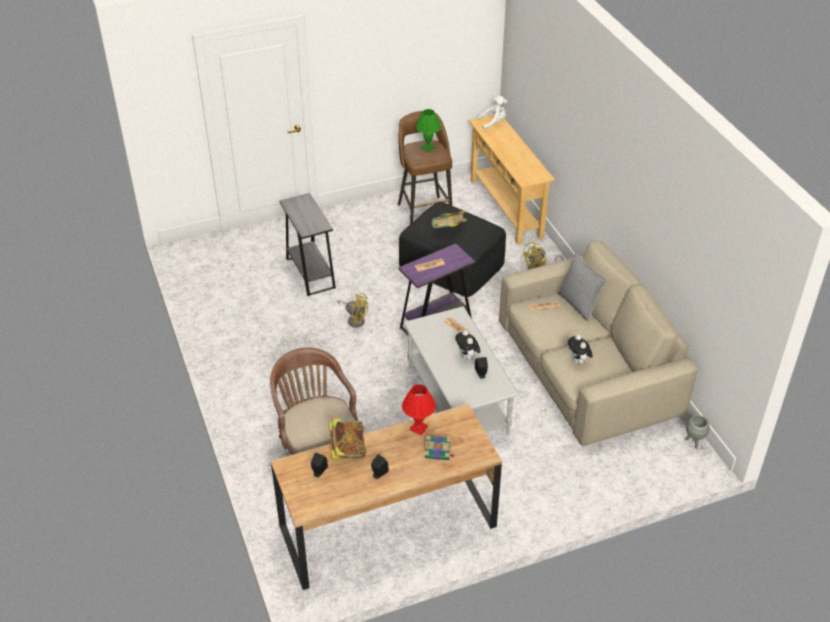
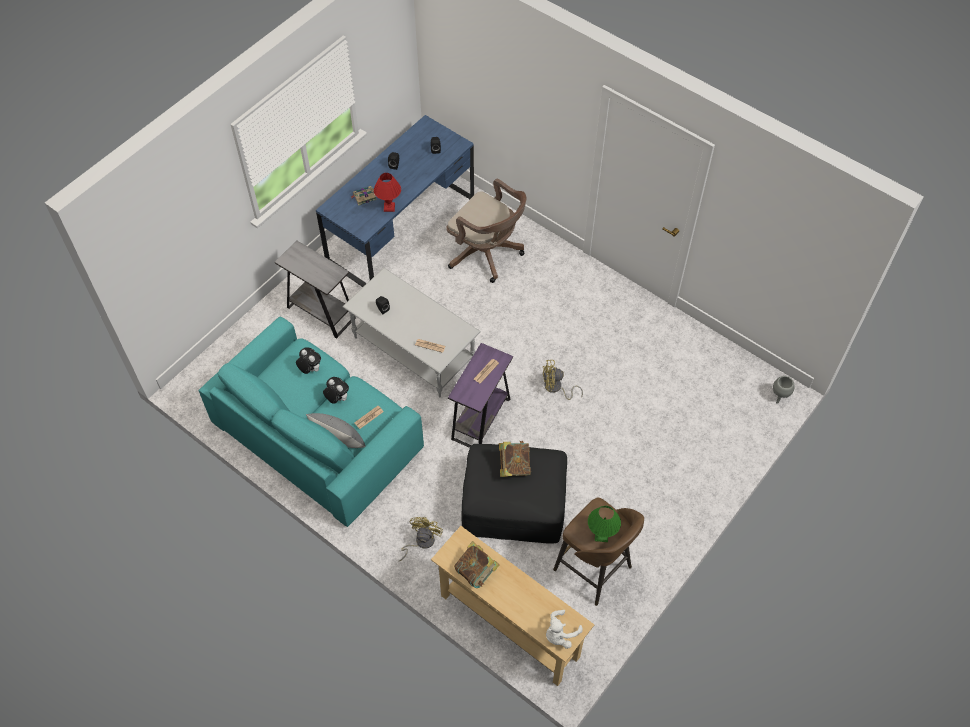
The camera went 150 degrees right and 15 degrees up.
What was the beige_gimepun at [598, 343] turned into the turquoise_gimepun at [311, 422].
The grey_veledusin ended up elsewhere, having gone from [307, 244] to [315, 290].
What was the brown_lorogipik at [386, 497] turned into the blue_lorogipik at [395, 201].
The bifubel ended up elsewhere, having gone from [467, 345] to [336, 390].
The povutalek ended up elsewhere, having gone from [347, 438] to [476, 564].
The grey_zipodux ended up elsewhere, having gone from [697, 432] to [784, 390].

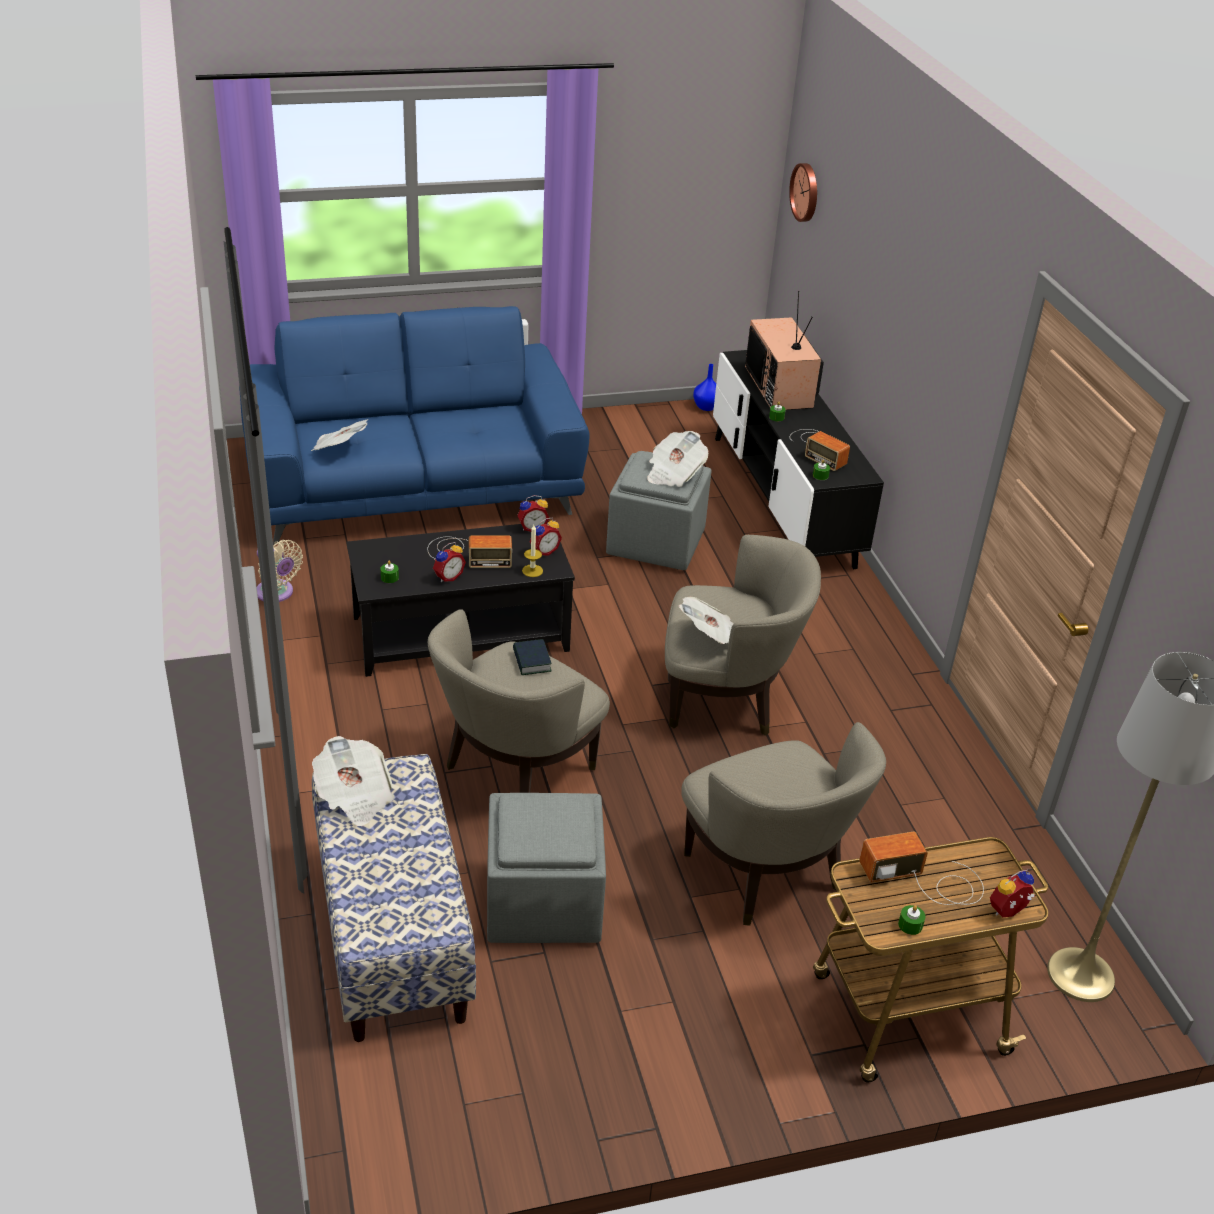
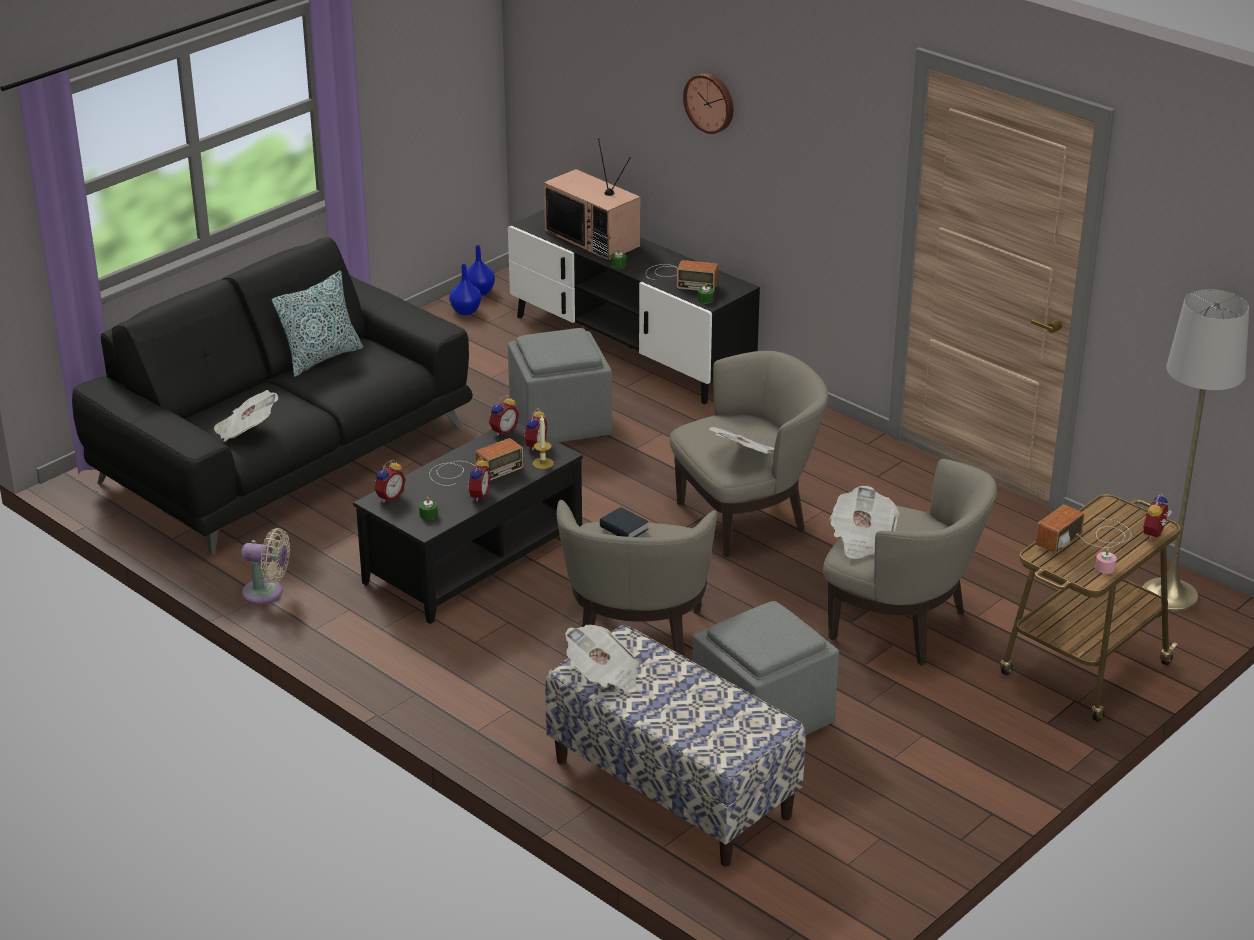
The camera went 30 degrees left and 5 degrees down.
What was the blue_gimepun at [414, 425] turned into the black_gimepun at [272, 396].
The second view gained the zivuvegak at [317, 324].
The second view gained the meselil at [390, 481].
The second view gained the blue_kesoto at [465, 289].
The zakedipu ended up elsewhere, having gone from [803, 192] to [708, 103].
The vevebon ended up elsewhere, having gone from [677, 459] to [864, 522].
What was the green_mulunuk at [912, 920] turned into the pink_mulunuk at [1106, 561].

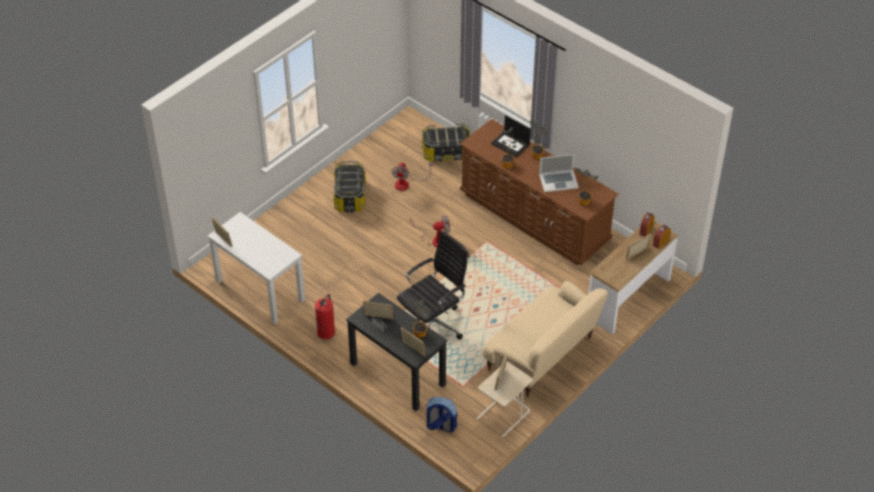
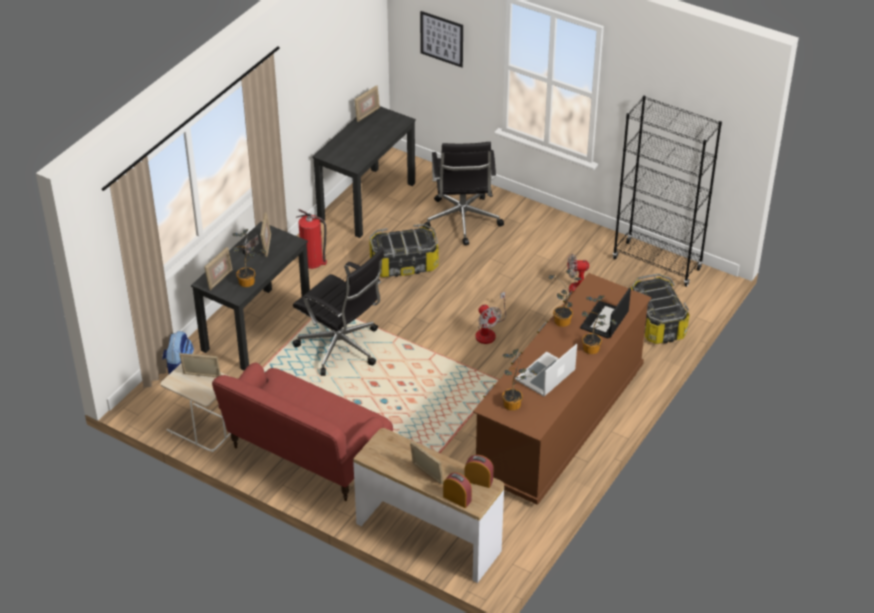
The camera went 80 degrees right and 5 degrees down.
What was the beige_gimepun at [545, 339] turned into the red_gimepun at [302, 432].
What was the white_lorogipik at [256, 268] turned into the black_lorogipik at [364, 172].
The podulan ended up elsewhere, having gone from [349, 187] to [403, 250].
The second view gained the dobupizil at [441, 39].
The second view gained the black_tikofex at [463, 193].
The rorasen at [559, 173] ended up facing another way, 60 degrees clockwise from before.
The second view gained the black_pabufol at [667, 191].

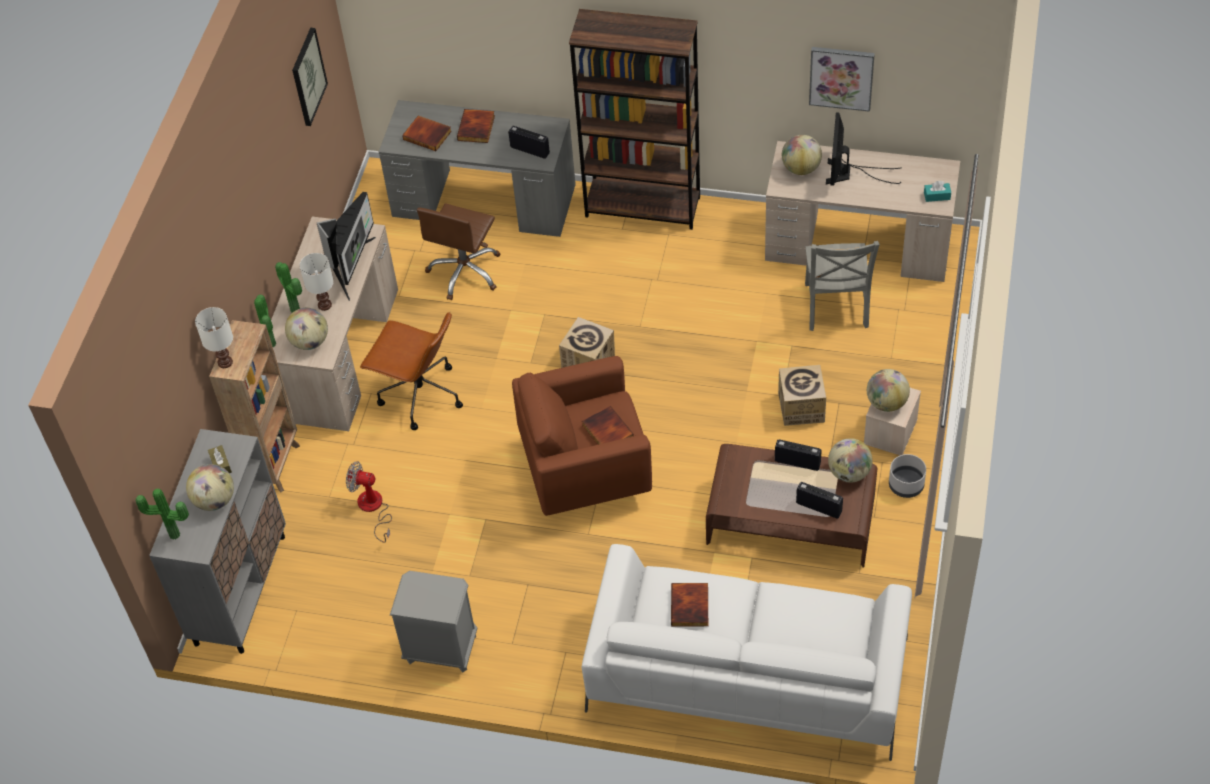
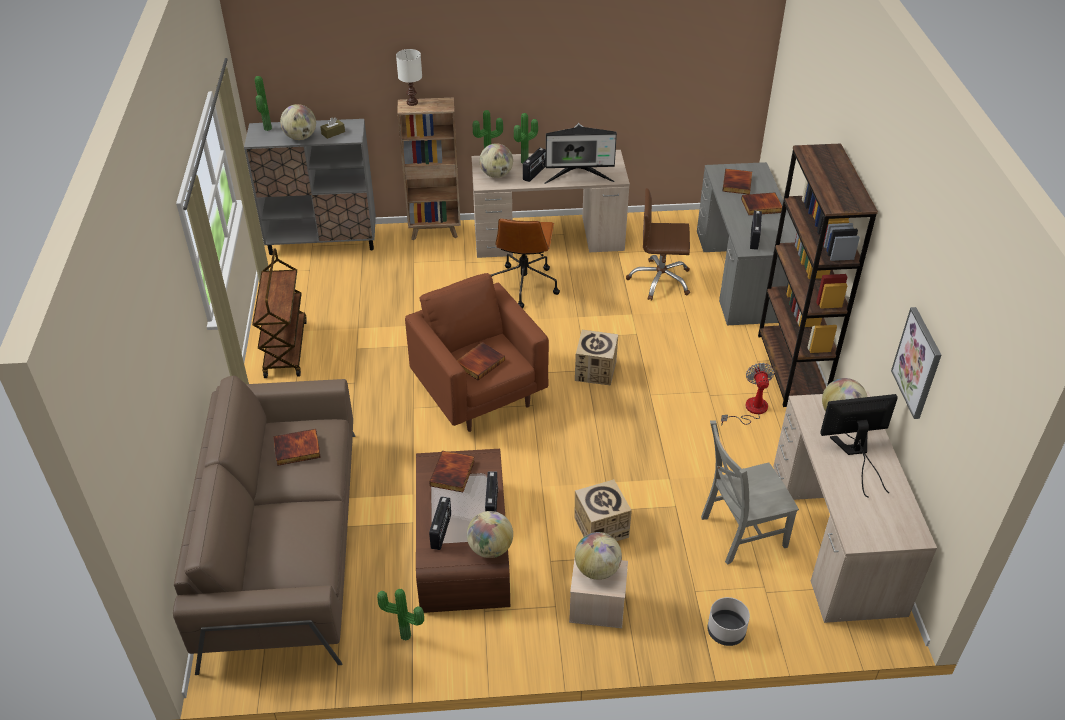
The camera went 70 degrees right and 10 degrees down.
What was the white_gimepun at [747, 652] turned into the brown_gimepun at [264, 525].
Where the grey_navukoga stood at [433, 622], the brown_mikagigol came to stand at [279, 313].
The second view gained the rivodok at [400, 615].
The second view gained the povutalek at [452, 471].
Where the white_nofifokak stood at [317, 282], the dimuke came to stand at [534, 165].
The grey_zipodux ended up elsewhere, having gone from [907, 476] to [728, 621].
The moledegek ended up elsewhere, having gone from [369, 502] to [748, 394].
The second view lost the dobupizil at [310, 77].
The second view lost the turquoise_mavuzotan at [937, 191].

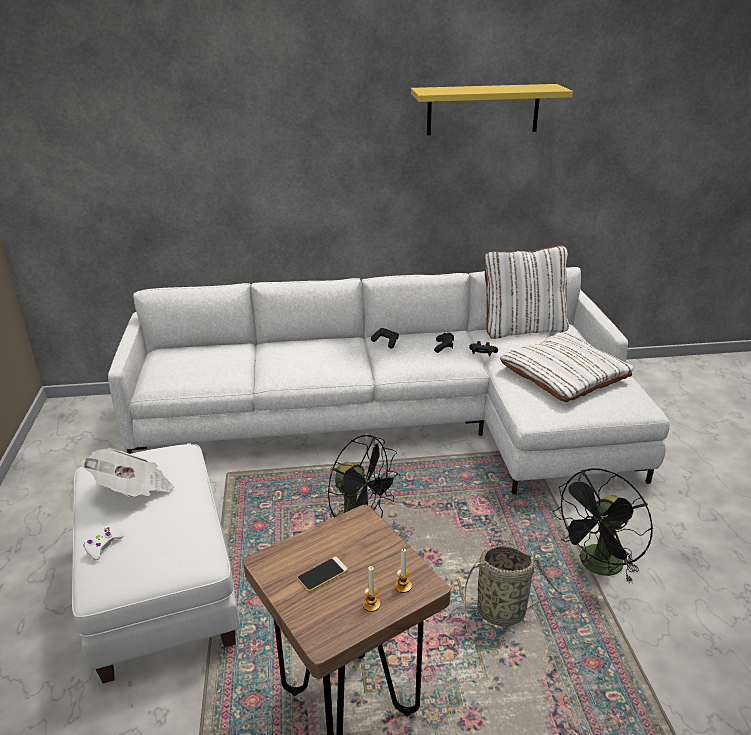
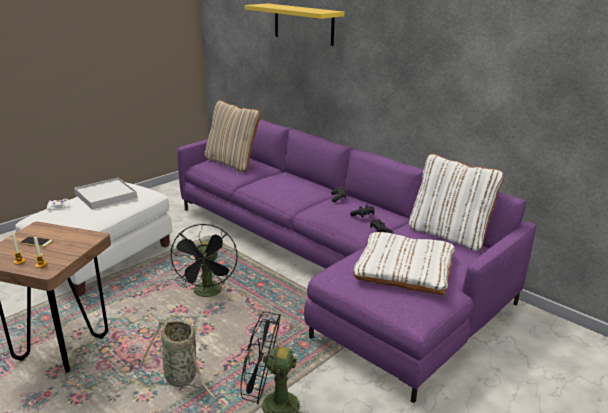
The camera went 50 degrees right and 5 degrees down.
Where the vevebon stood at [127, 472], the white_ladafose came to stand at [105, 193].
What was the white_gimepun at [389, 381] turned into the purple_gimepun at [356, 261].
The second view gained the beige_zivuvegak at [233, 136].
The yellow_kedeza ended up elsewhere, having gone from [492, 109] to [294, 24].

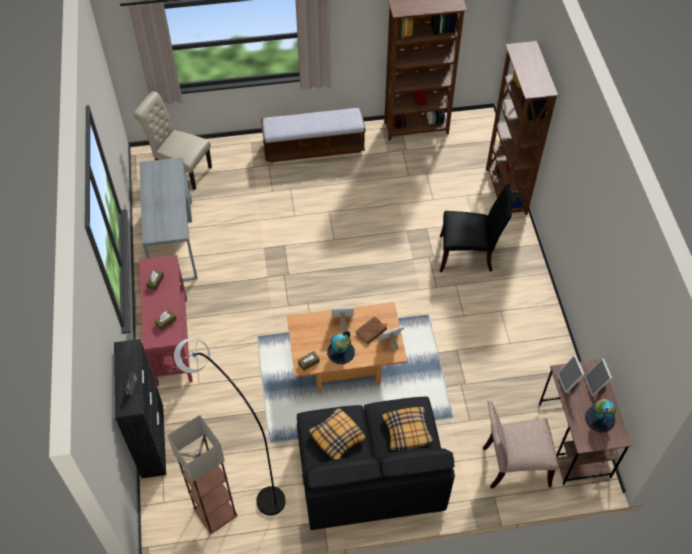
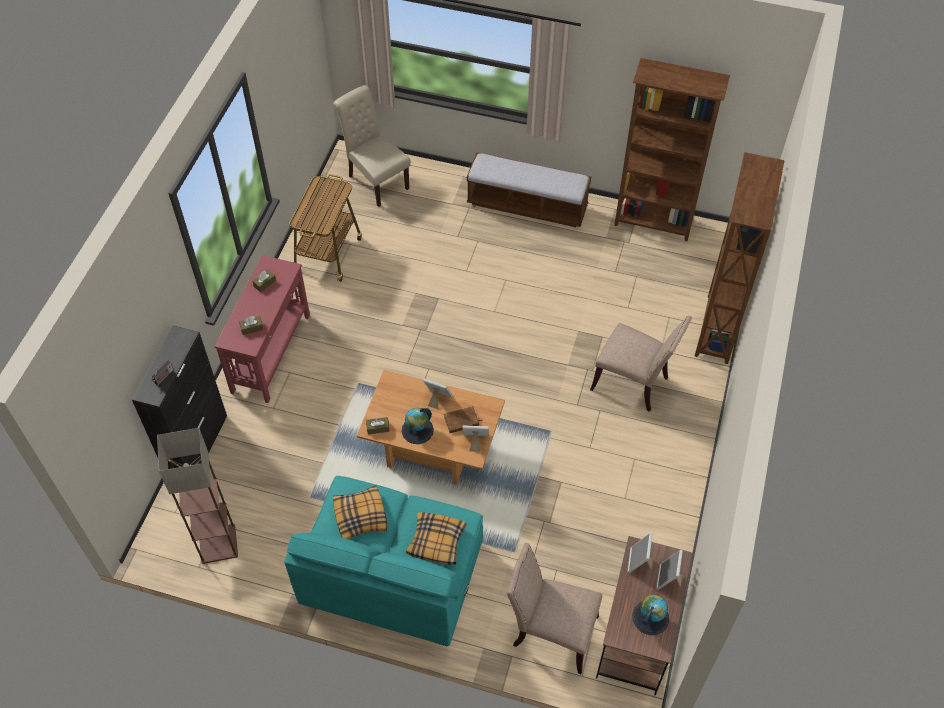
The camera went 25 degrees right and 0 degrees up.
What was the black_gimepun at [376, 463] turned into the turquoise_gimepun at [383, 561].
Where the grey_lorogipik stood at [168, 219], the mikagigol came to stand at [325, 227].
What was the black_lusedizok at [476, 228] turned into the beige_lusedizok at [641, 364].
The second view lost the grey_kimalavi at [230, 426].

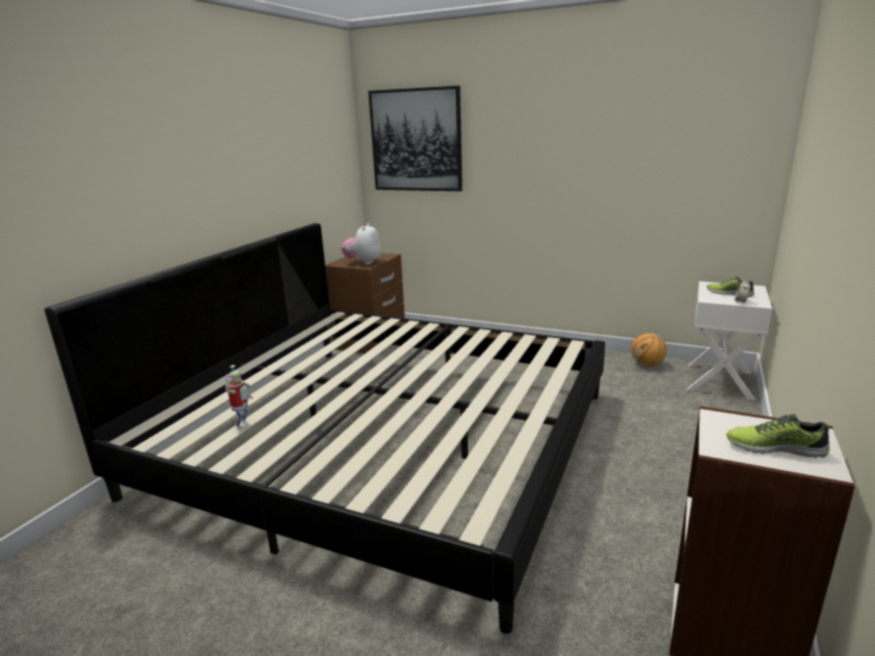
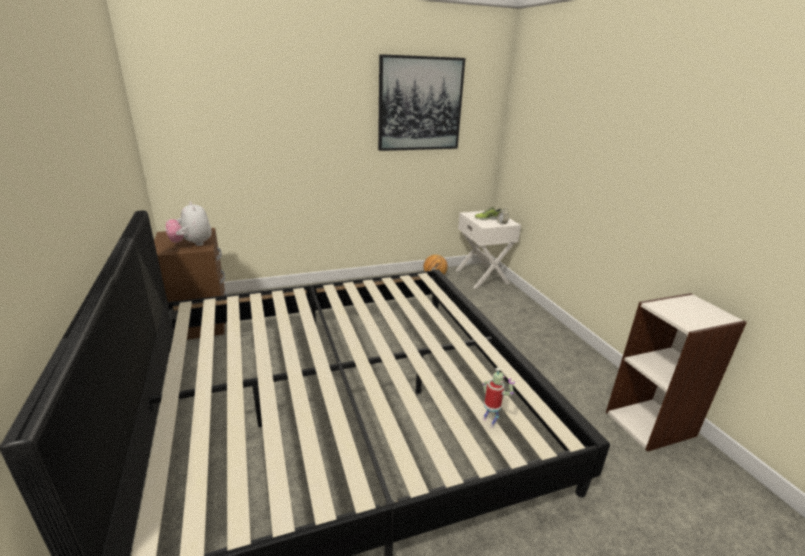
The camera went 45 degrees left and 5 degrees up.
The dobupizil ended up elsewhere, having gone from [415, 138] to [421, 102].
The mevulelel ended up elsewhere, having gone from [239, 397] to [499, 397].
The second view lost the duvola at [778, 436].

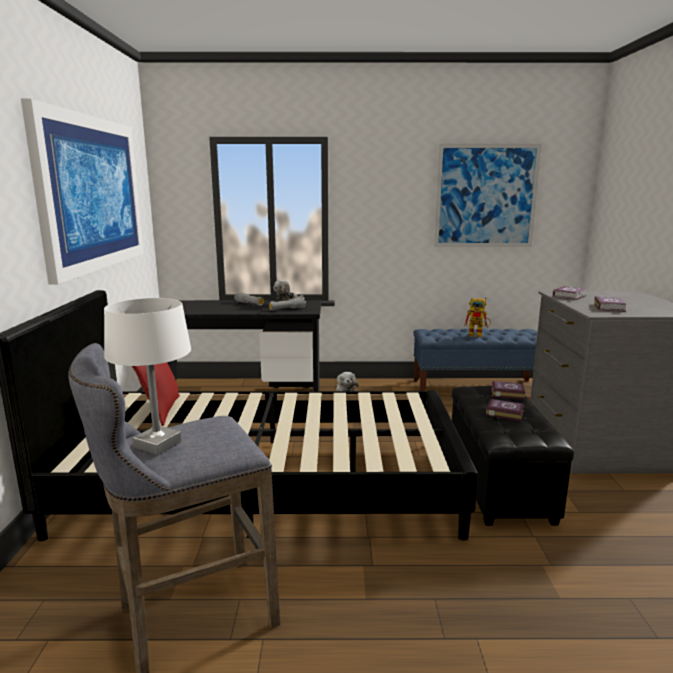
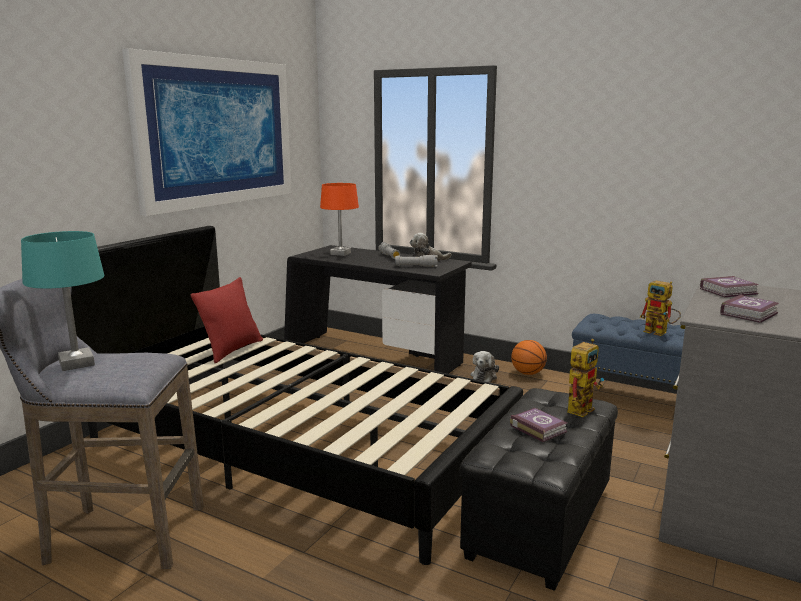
The camera went 30 degrees right and 0 degrees up.
What was the white_nofifokak at [147, 376] turned into the turquoise_nofifokak at [63, 301].
The second view gained the orange_nofifokak at [339, 219].
The second view gained the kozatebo at [529, 357].
Where the povutalek stood at [508, 391], the mevulelel came to stand at [585, 378].
The second view lost the dobupizil at [488, 195].

